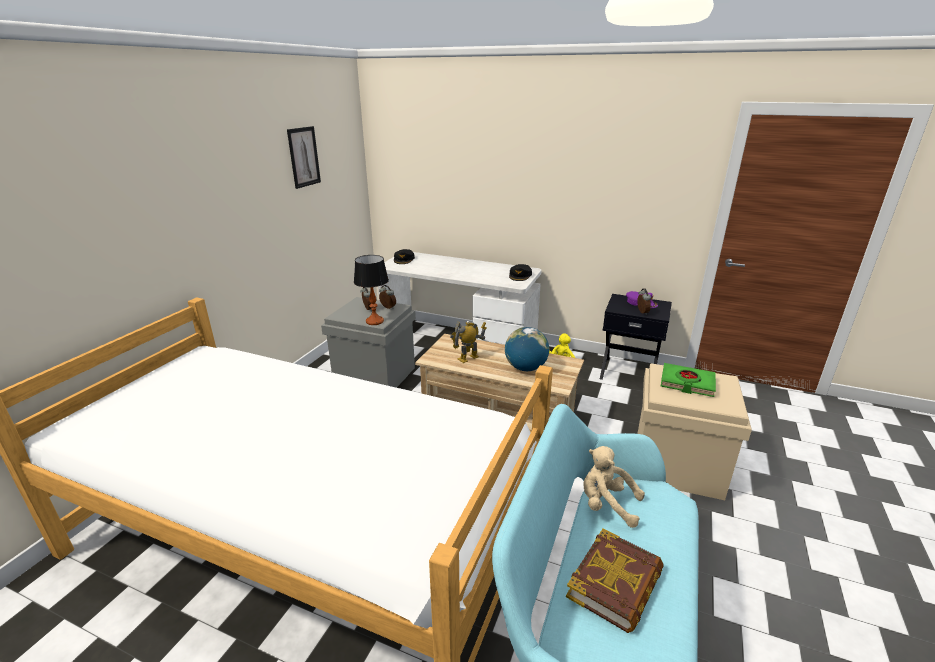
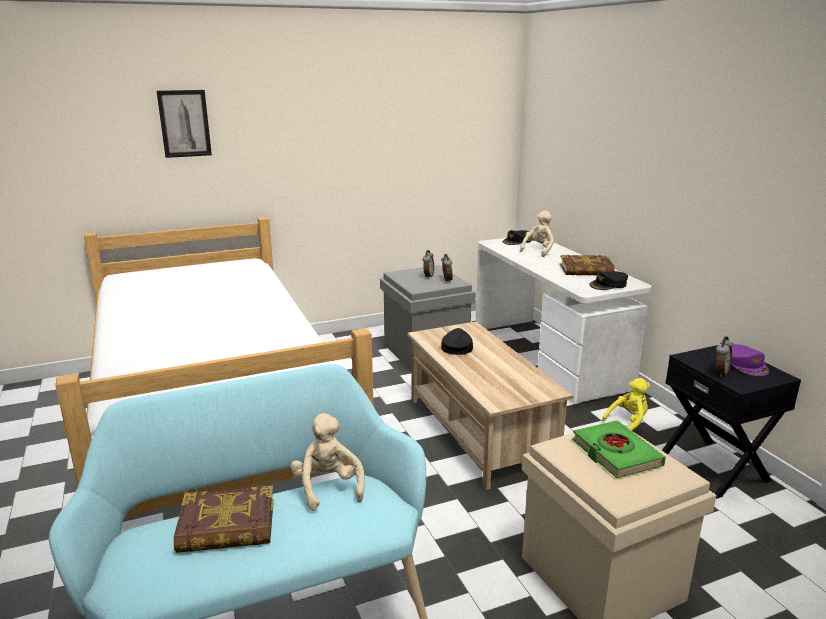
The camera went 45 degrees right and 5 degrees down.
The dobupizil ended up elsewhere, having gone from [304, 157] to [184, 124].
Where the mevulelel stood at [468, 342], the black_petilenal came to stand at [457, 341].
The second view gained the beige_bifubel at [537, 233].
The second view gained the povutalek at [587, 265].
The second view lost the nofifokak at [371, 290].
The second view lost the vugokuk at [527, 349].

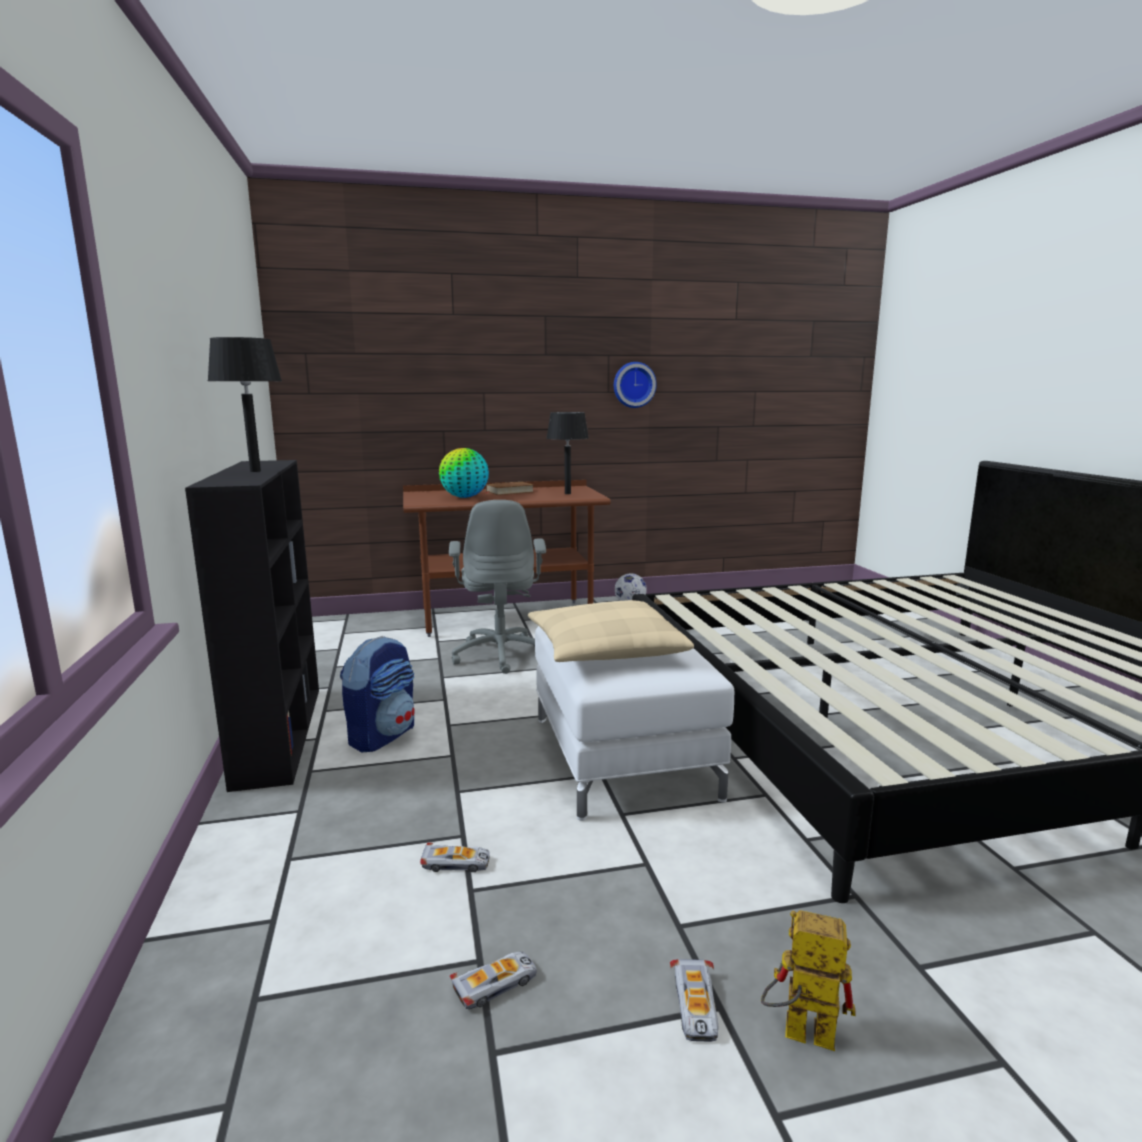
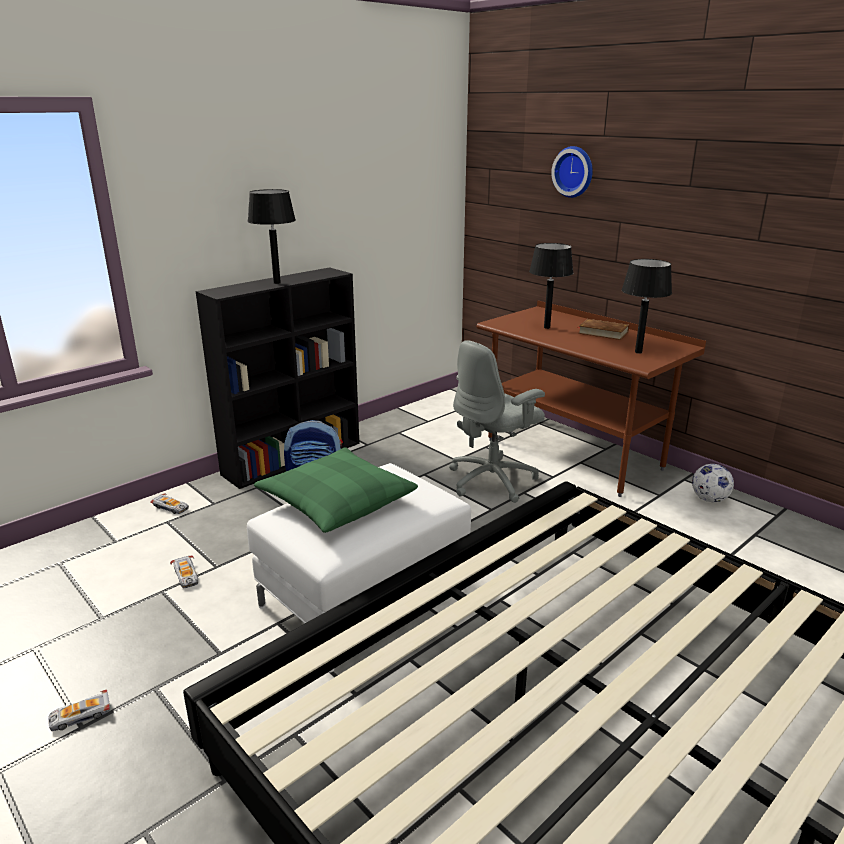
The camera went 60 degrees right and 10 degrees up.
The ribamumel ended up elsewhere, having gone from [493, 980] to [169, 503].
What was the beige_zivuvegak at [611, 631] turned into the green_zivuvegak at [336, 490].
Where the vugokuk stood at [464, 473], the black_nofifokak came to stand at [551, 286].
The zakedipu ended up elsewhere, having gone from [635, 385] to [572, 172].
The second view lost the mevulelel at [808, 980].

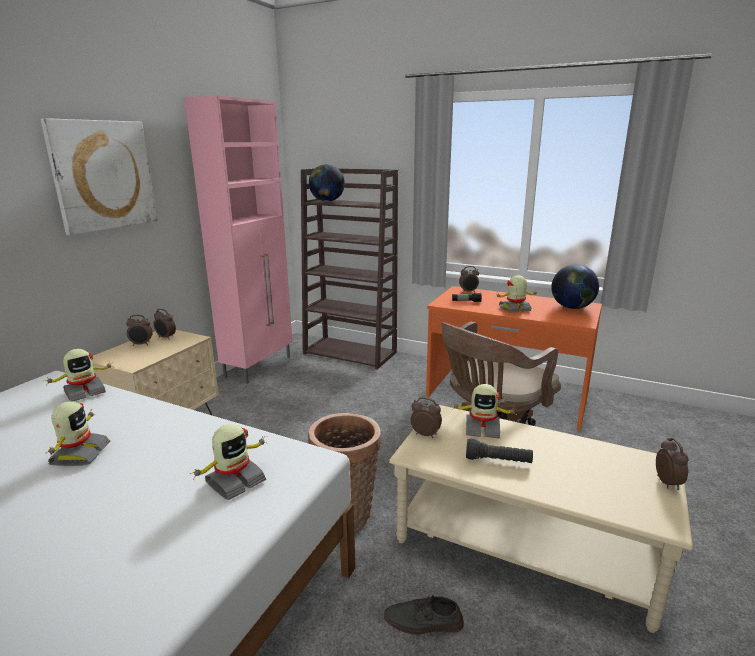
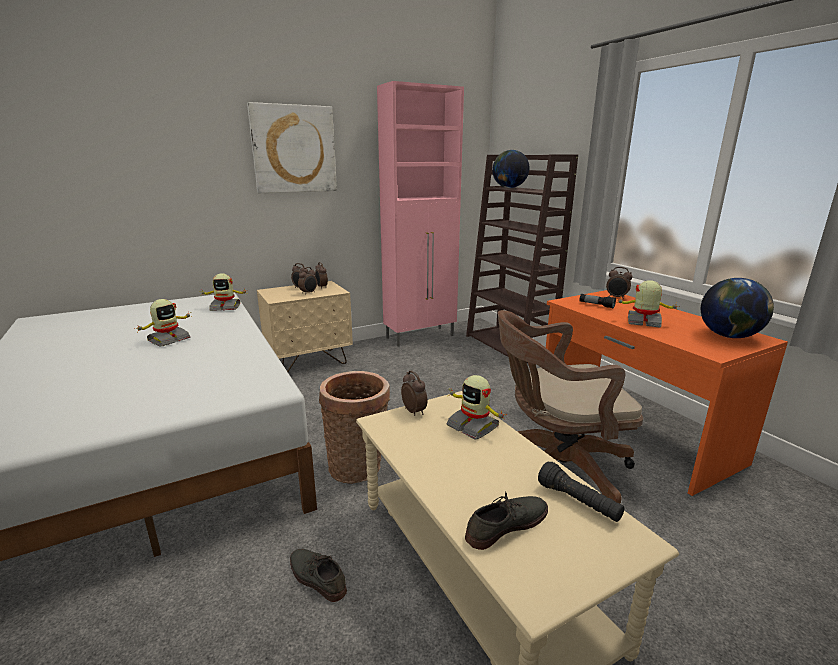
The camera went 35 degrees right and 0 degrees up.
The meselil ended up elsewhere, having gone from [672, 464] to [307, 281].
The second view gained the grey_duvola at [506, 520].
The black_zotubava ended up elsewhere, having gone from [499, 450] to [581, 492].
The second view lost the mevulelel at [228, 462].

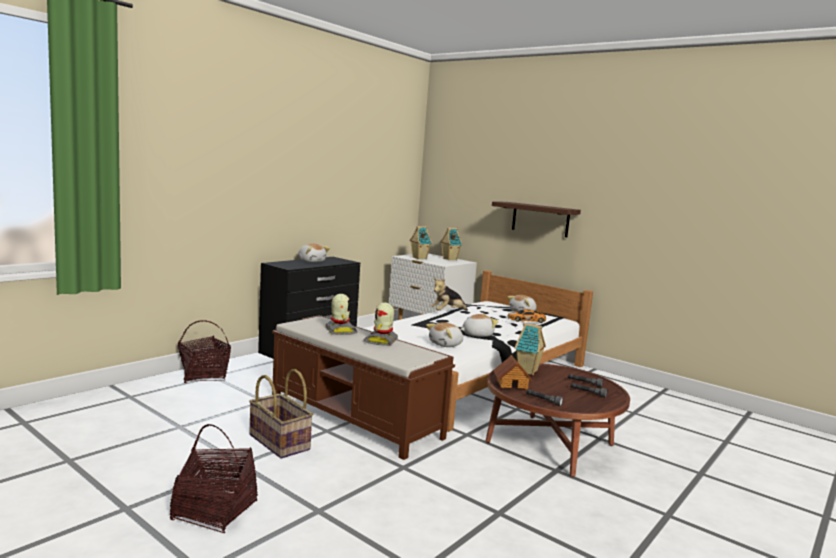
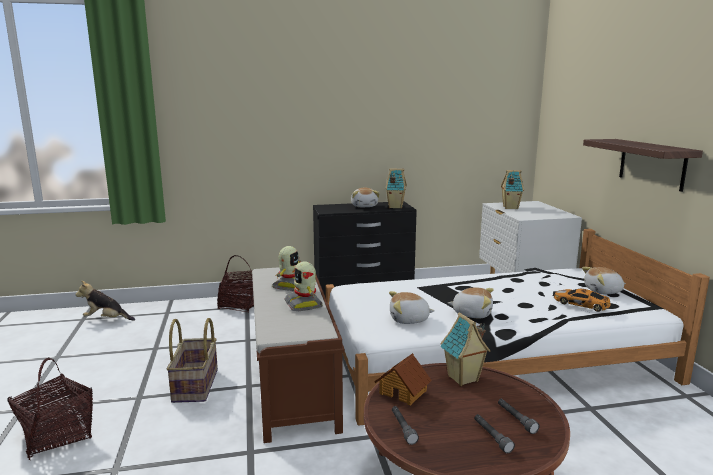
The camera went 40 degrees right and 5 degrees up.
The bifubel ended up elsewhere, having gone from [449, 294] to [105, 301].
The mevulelel at [380, 324] ended up facing another way, 75 degrees counterclockwise from before.
The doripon ended up elsewhere, having gone from [451, 244] to [396, 188].

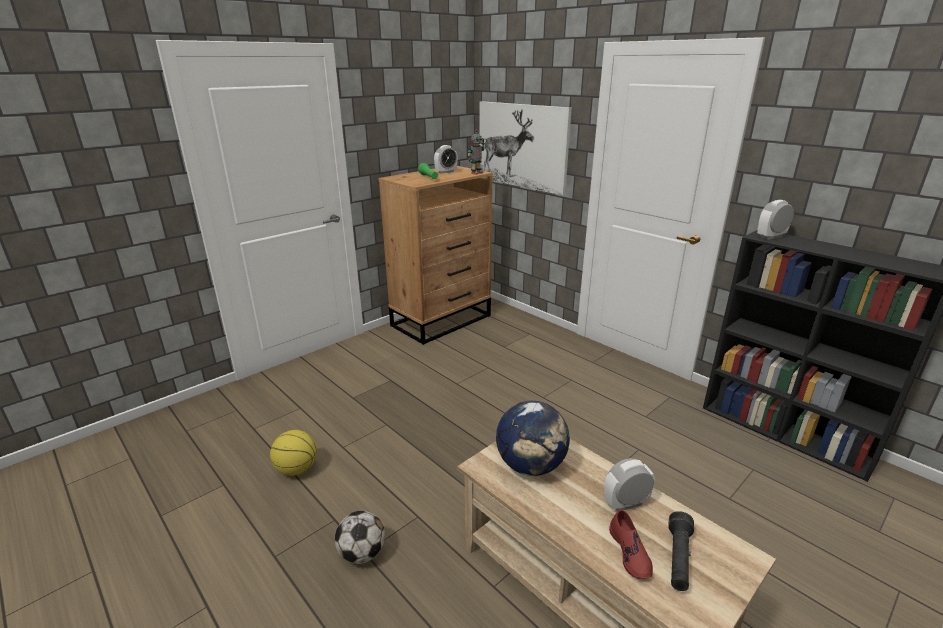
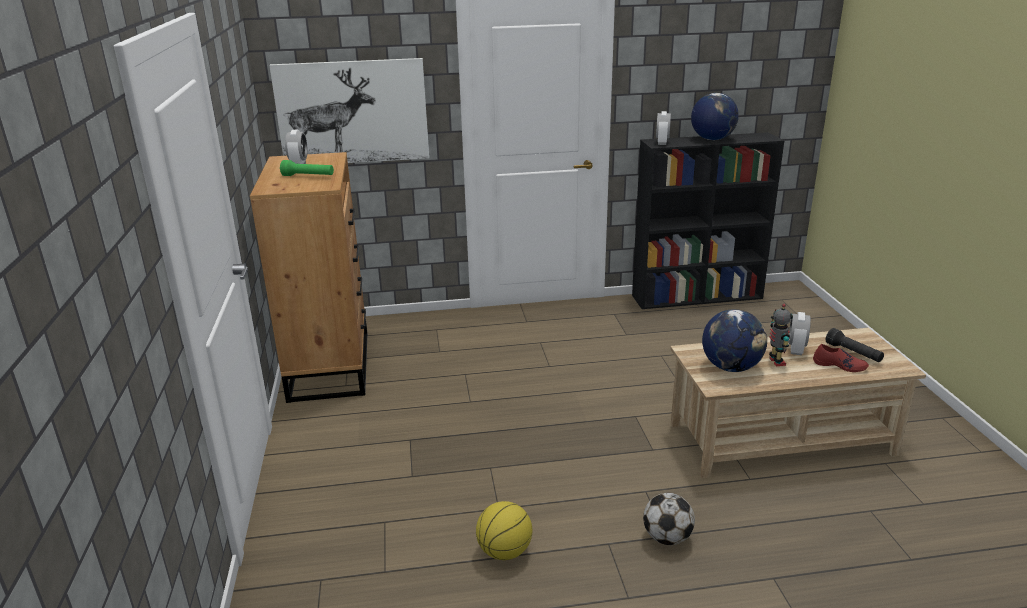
The camera went 55 degrees left and 0 degrees up.
The second view gained the vugokuk at [715, 116].
The mevulelel ended up elsewhere, having gone from [476, 152] to [781, 335].

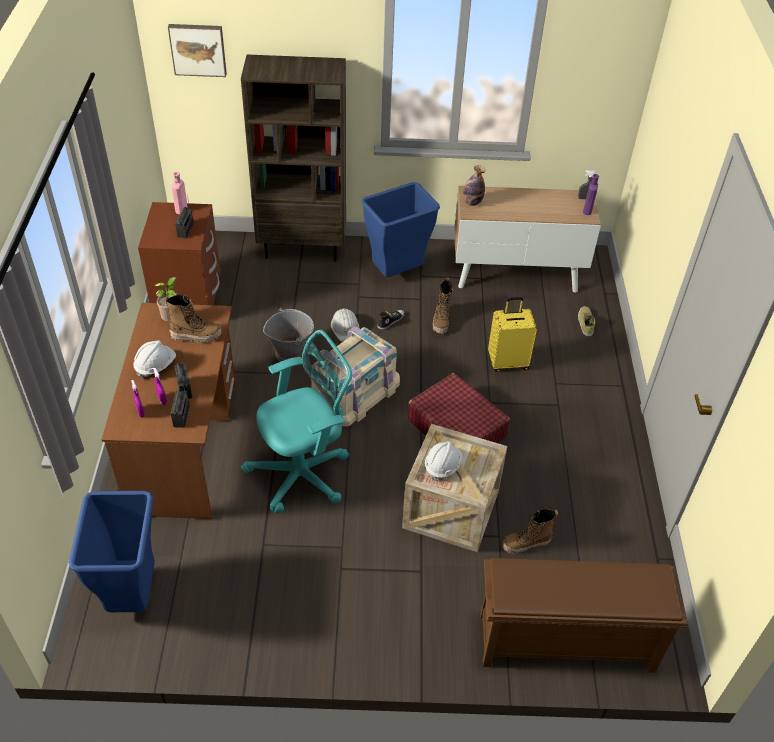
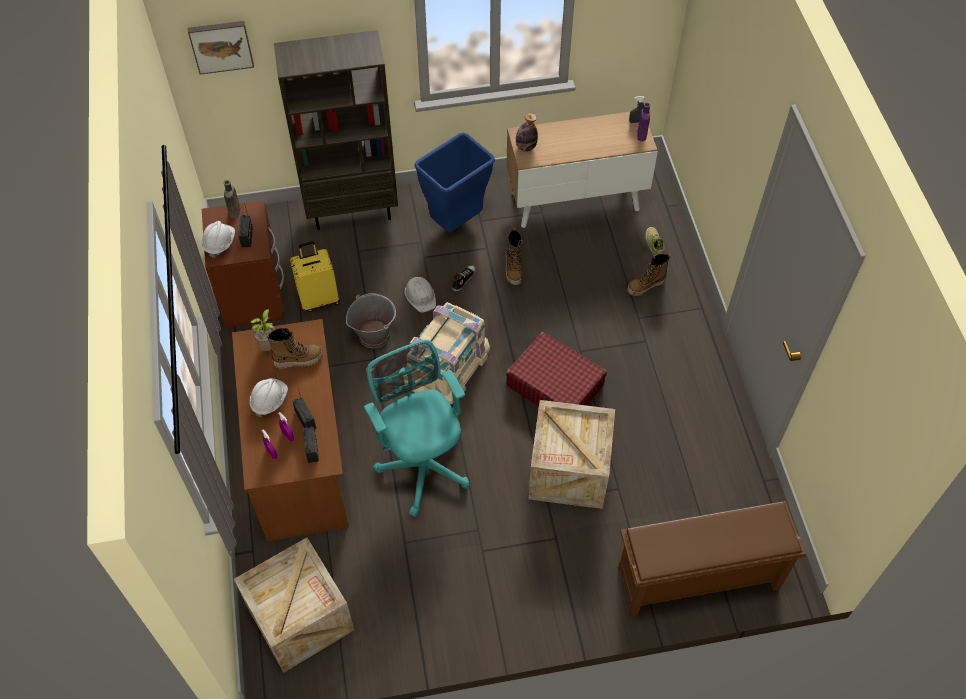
The camera went 10 degrees left and 10 degrees up.
The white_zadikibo ended up elsewhere, having gone from [444, 461] to [218, 239].
What was the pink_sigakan at [180, 193] turned into the brown_sigakan at [232, 200].
Where the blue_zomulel stood at [111, 551], the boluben came to stand at [294, 605].
The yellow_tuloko ended up elsewhere, having gone from [512, 334] to [315, 276].
The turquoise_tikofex at [296, 422] ended up facing another way, 75 degrees counterclockwise from before.
The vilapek ended up elsewhere, having gone from [530, 531] to [649, 274].

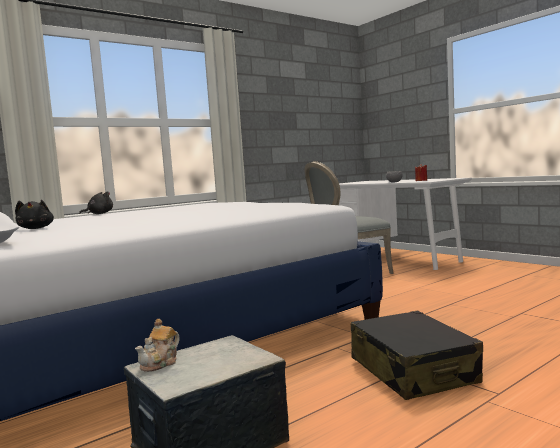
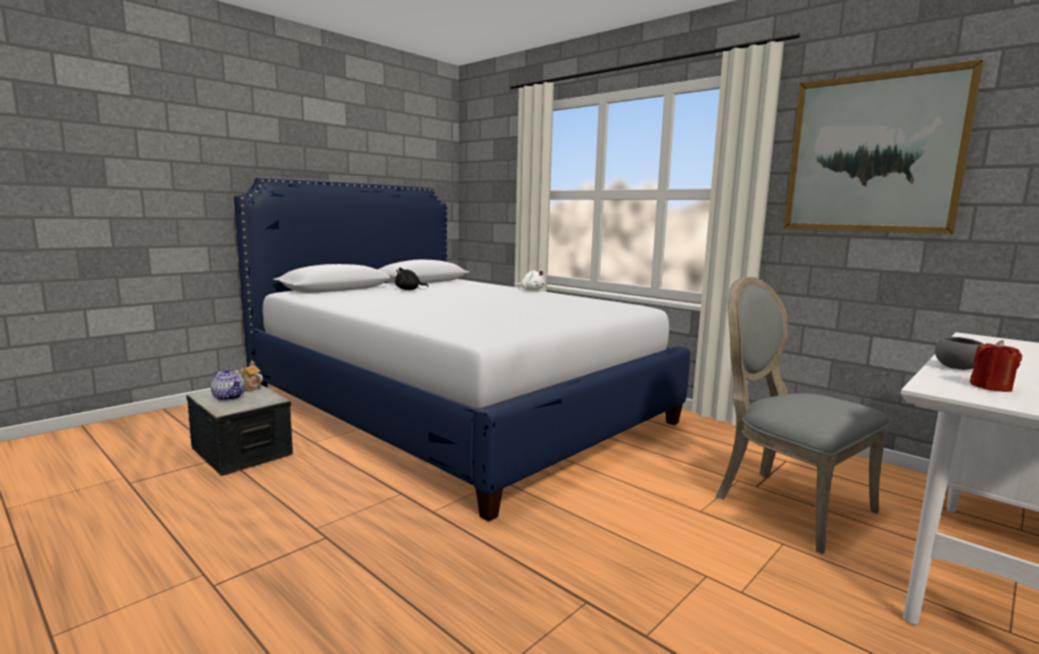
The camera went 80 degrees right and 5 degrees up.
The second view gained the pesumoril at [228, 385].
What was the black_bifubel at [96, 202] turned into the white_bifubel at [530, 280].
The second view gained the dobupizil at [884, 147].
The second view lost the black_tuloko at [417, 355].

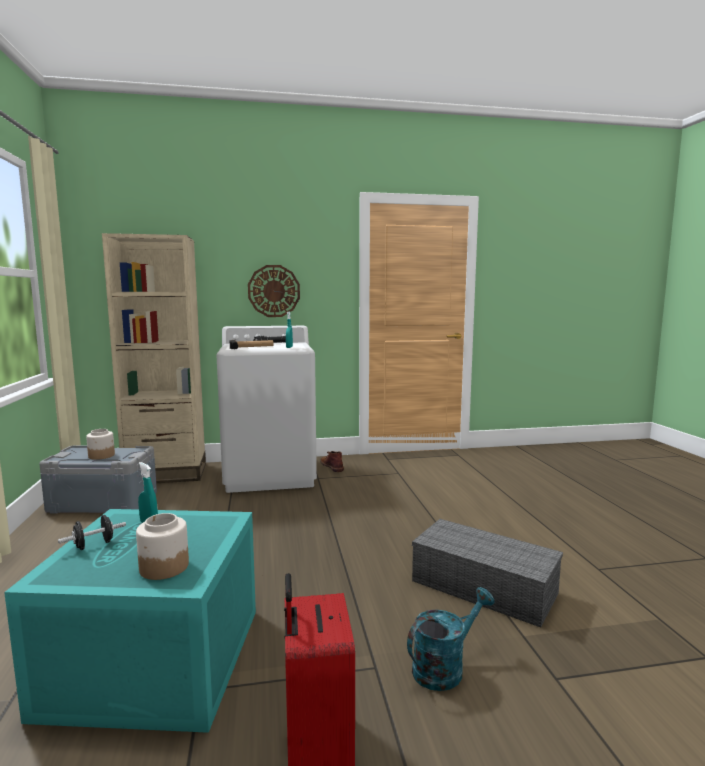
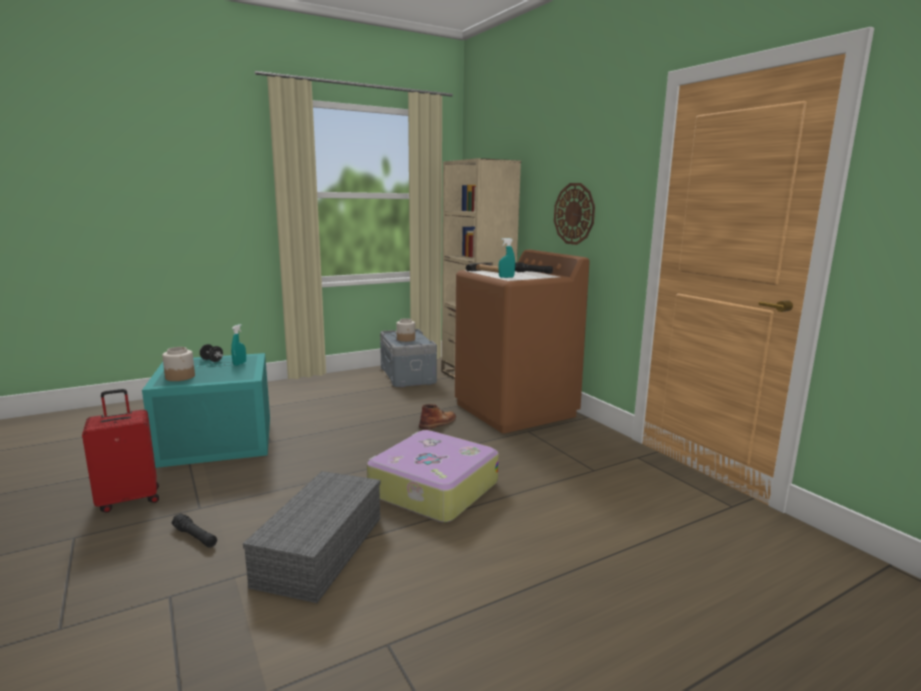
The camera went 70 degrees right and 5 degrees up.
Where the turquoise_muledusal stood at [451, 639], the black_zotubava came to stand at [194, 530].
The second view gained the tuloko at [433, 476].
The brown_vilapek ended up elsewhere, having gone from [332, 461] to [437, 417].
What was the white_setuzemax at [267, 409] turned into the brown_setuzemax at [522, 341].

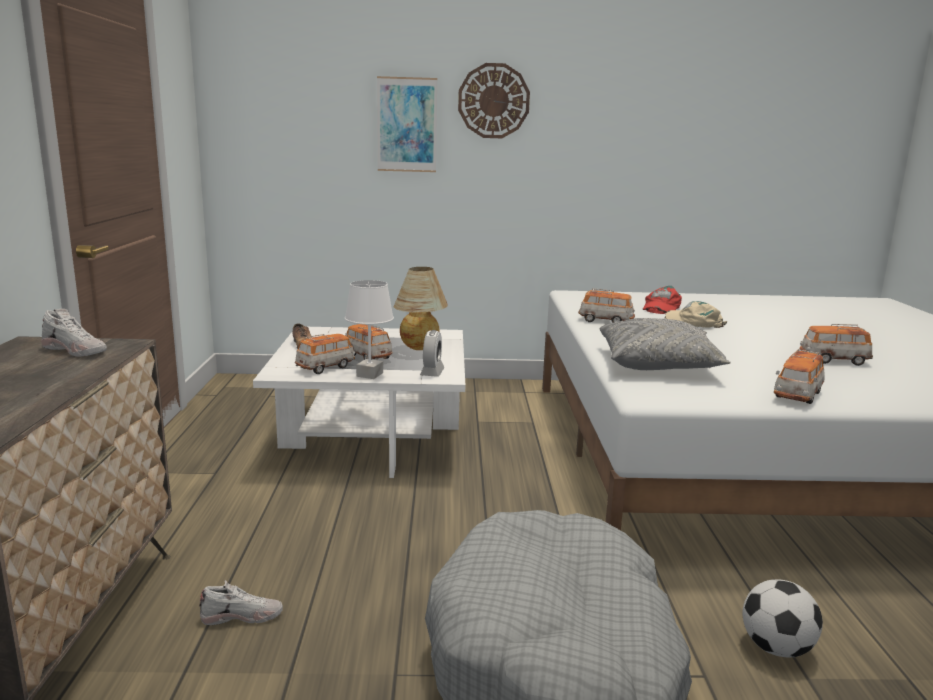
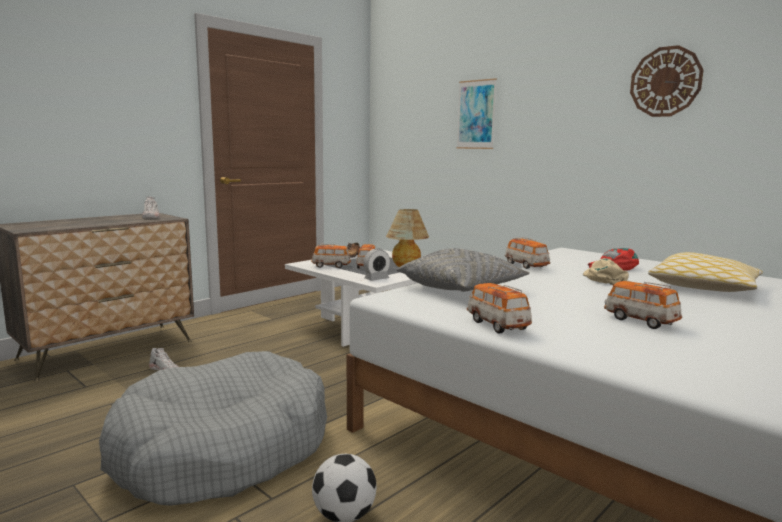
The camera went 45 degrees right and 5 degrees down.
The ribamumel at [799, 376] ended up facing another way, 75 degrees clockwise from before.
The zakedipu ended up elsewhere, having gone from [494, 100] to [667, 81].
The second view gained the zivuvegak at [705, 272].
The second view lost the white_nofifokak at [369, 329].

